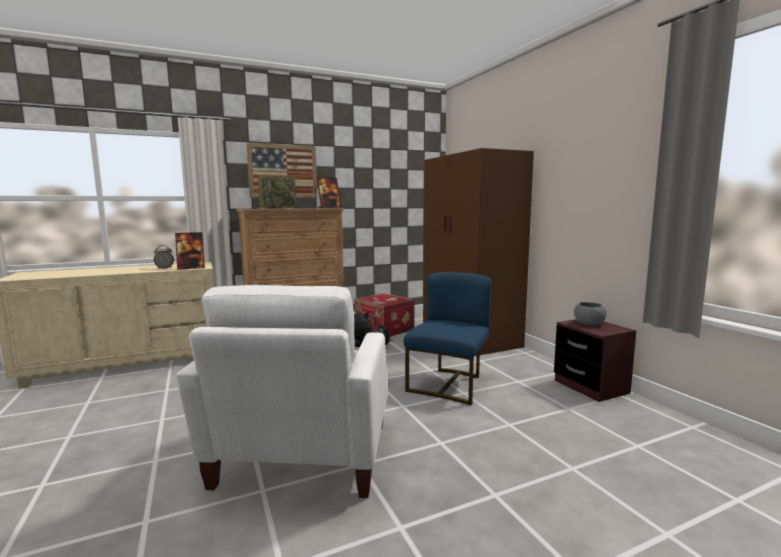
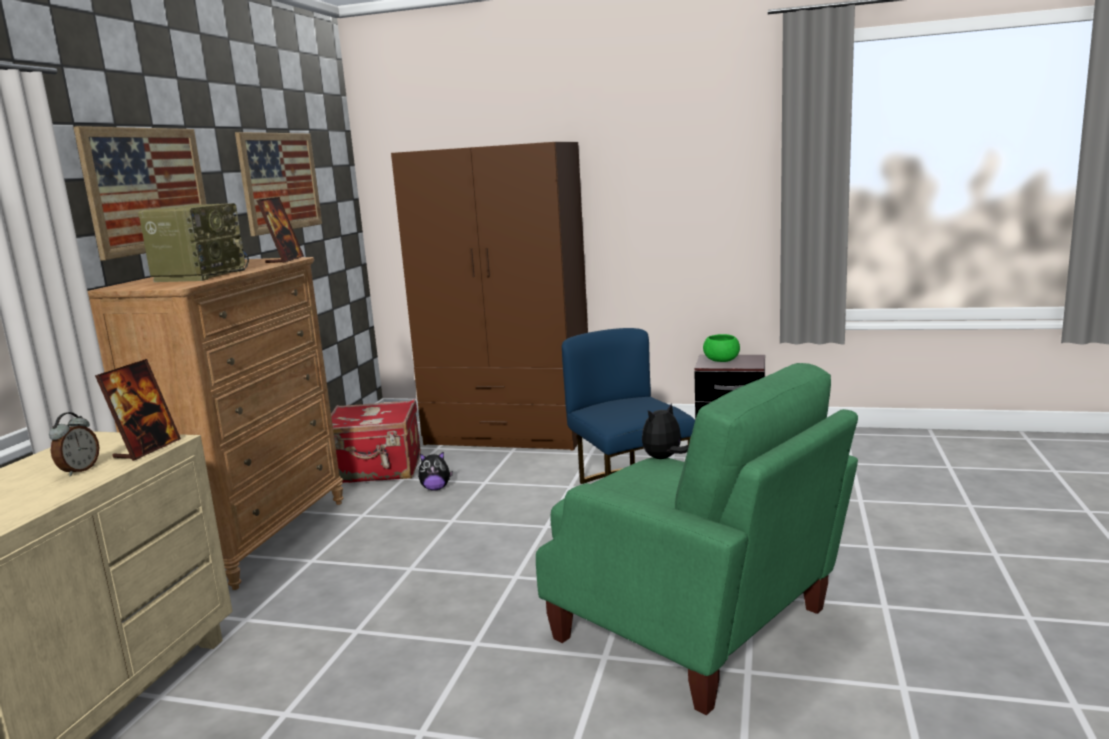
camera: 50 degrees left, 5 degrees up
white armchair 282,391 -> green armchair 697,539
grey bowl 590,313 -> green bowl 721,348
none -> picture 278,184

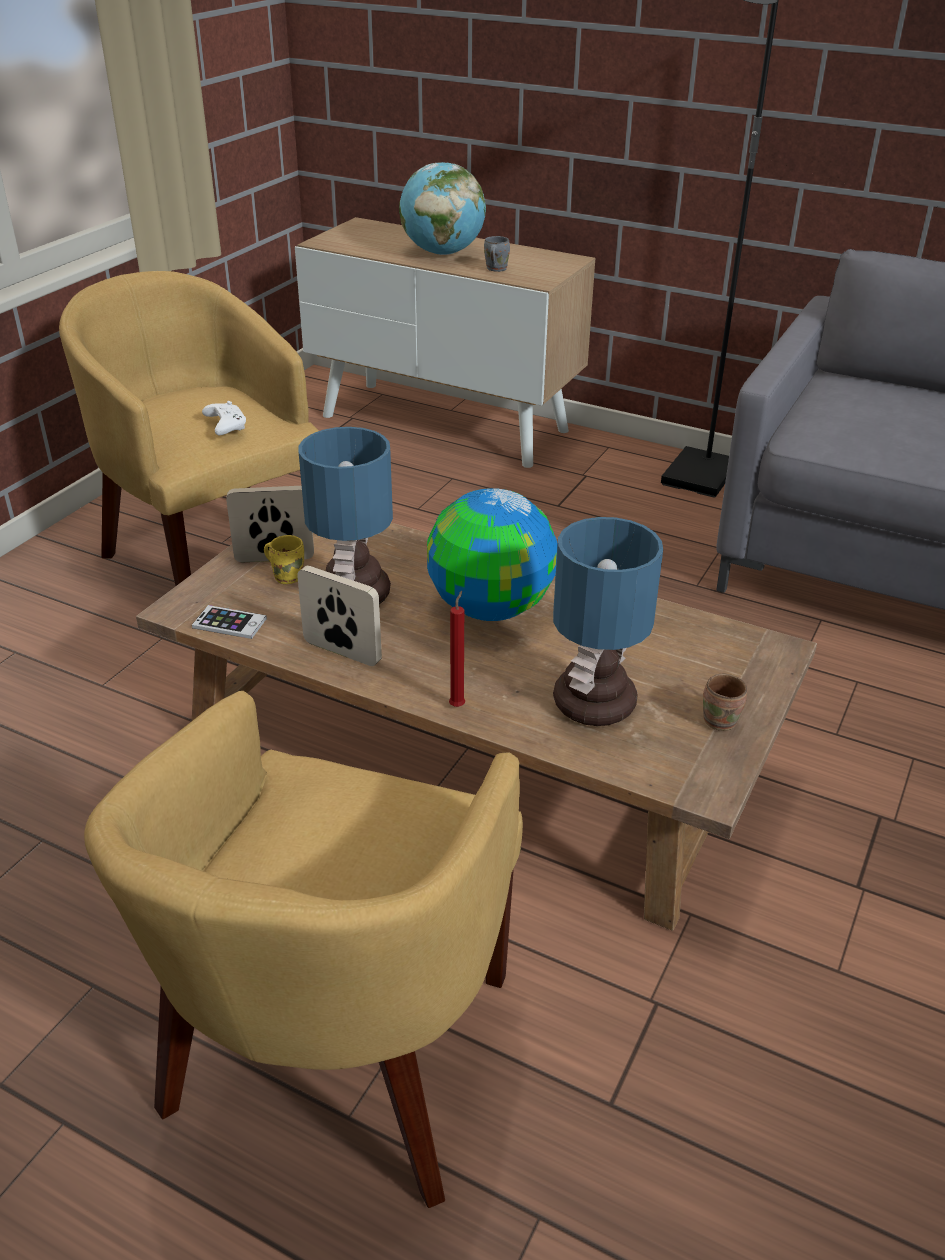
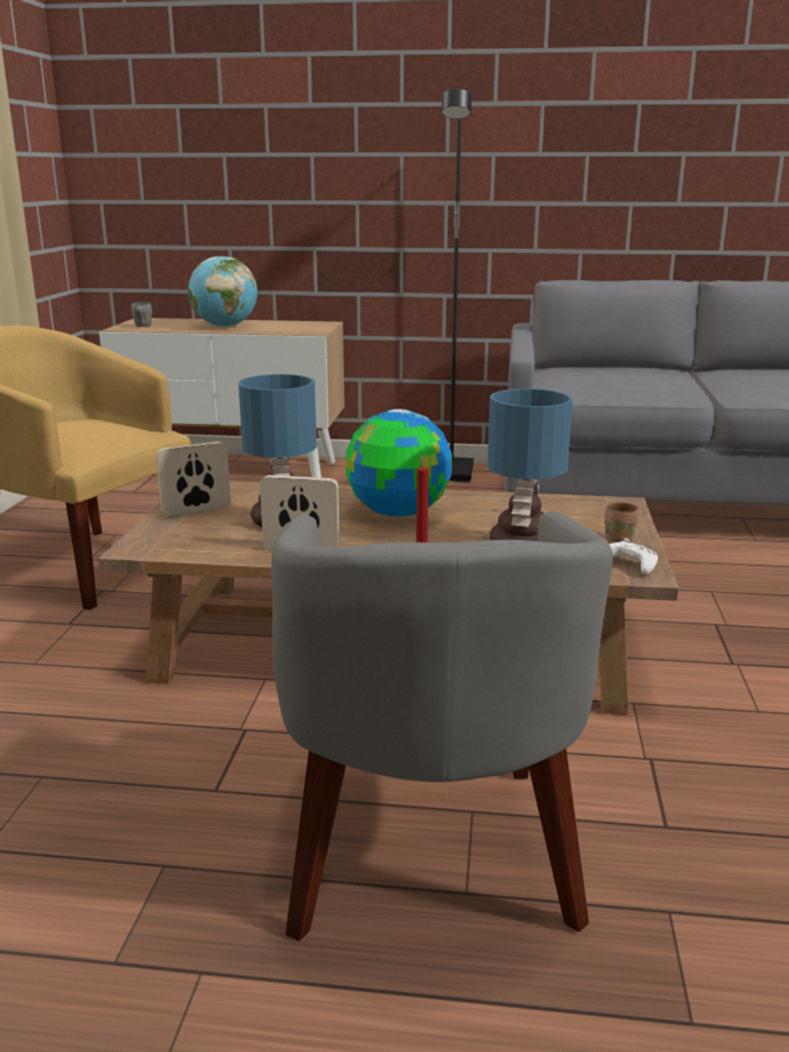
camera: 20 degrees left, 15 degrees down
grey mug 497,254 -> grey mug 141,314, shifted
white game controller 224,418 -> white game controller 633,556, shifted
yellow mug 284,559 -> none
phone 229,622 -> none
yellow armchair 303,949 -> grey armchair 442,726

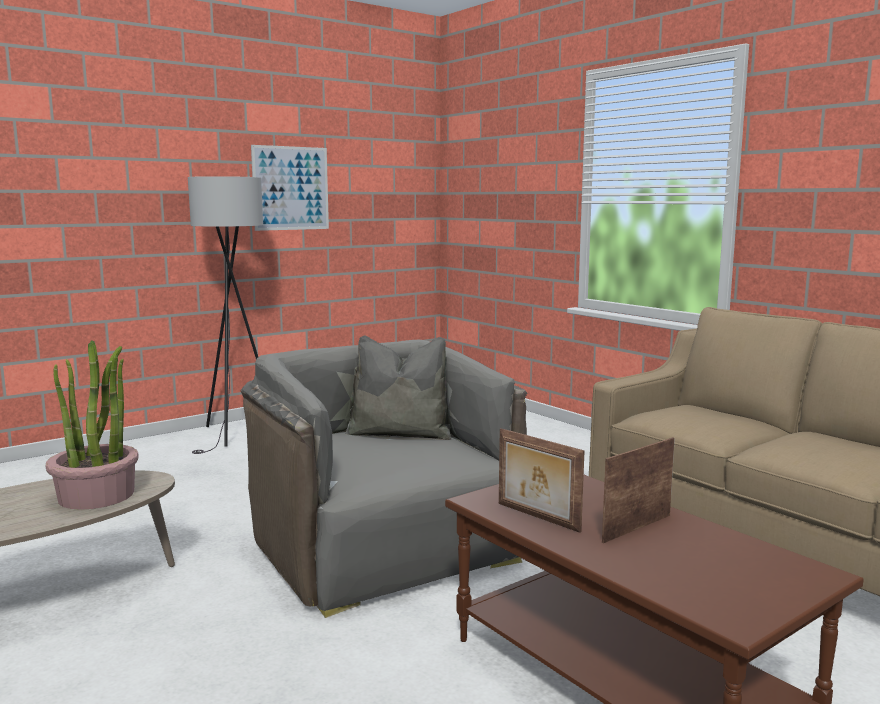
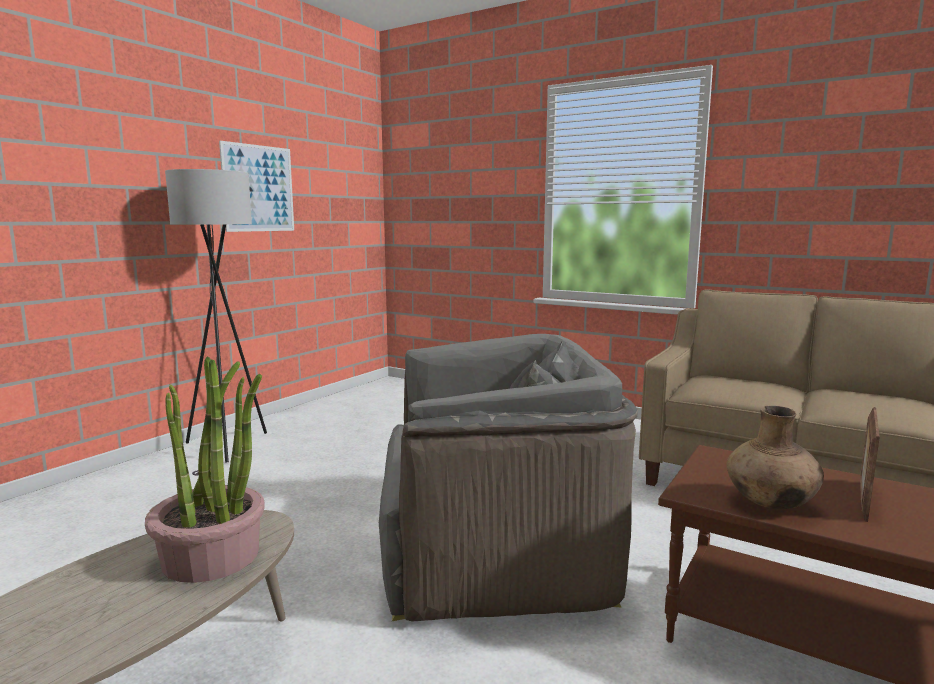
camera: 20 degrees left, 0 degrees up
grey armchair 383,476 -> grey armchair 508,478, 135 degrees clockwise
picture frame 542,480 -> brown vase 775,457

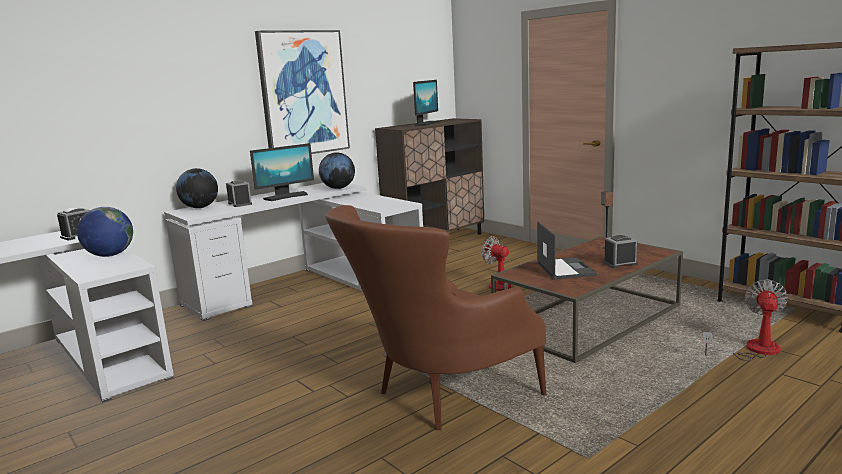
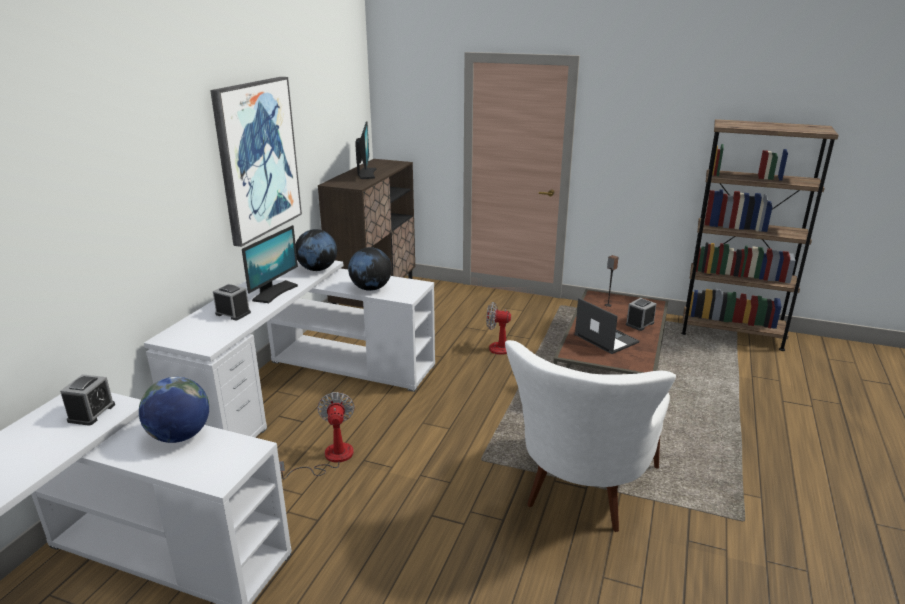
camera: 30 degrees left, 10 degrees up
globe 197,188 -> globe 370,269, shifted
brown armchair 436,317 -> white armchair 590,436
fan 745,320 -> fan 317,435, shifted

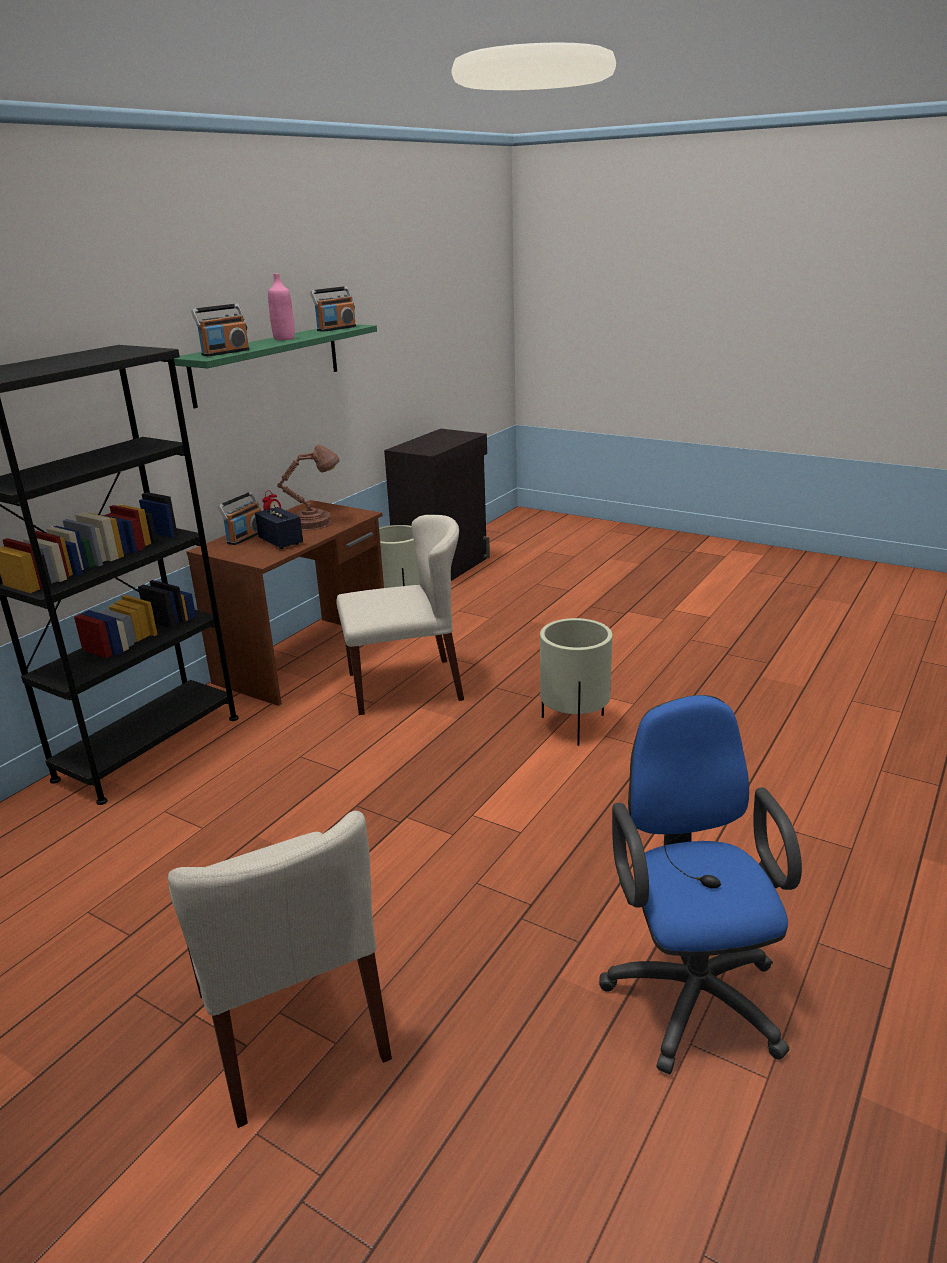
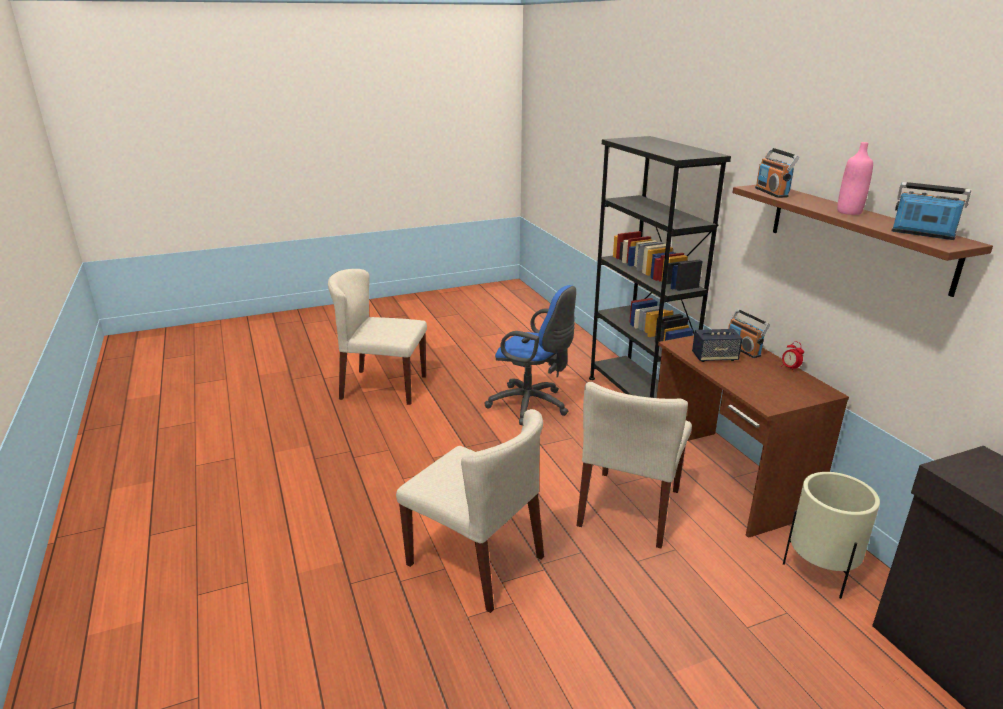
camera: 125 degrees right, 0 degrees up
radio 333,309 -> radio 931,211, 135 degrees clockwise
green shelf 275,366 -> brown shelf 863,241
brown table lamp 308,487 -> none
beige planter 576,682 -> beige chair 470,511
blue office chair 700,884 -> blue office chair 530,355, shifted

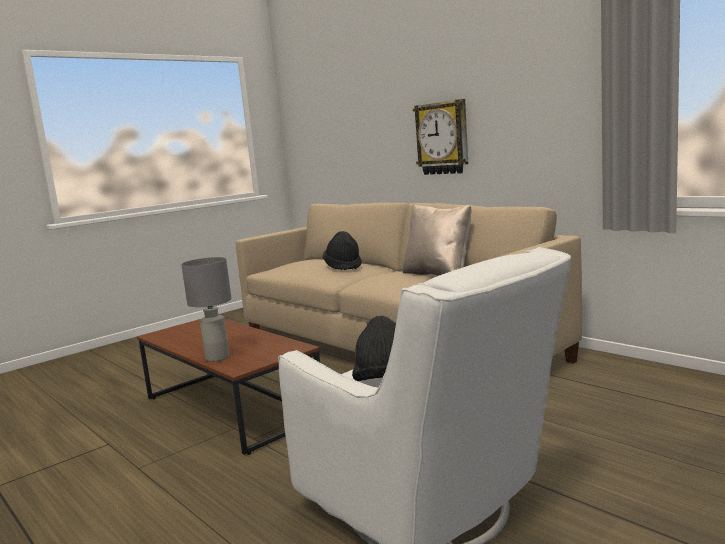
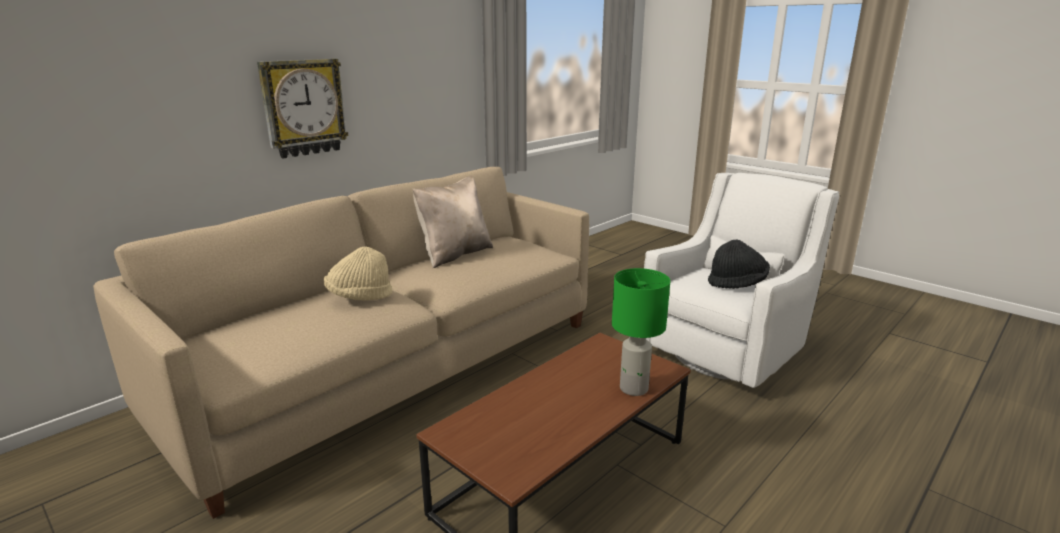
camera: 95 degrees left, 10 degrees up
black hat 342,250 -> beige hat 358,274
grey table lamp 206,309 -> green table lamp 641,332

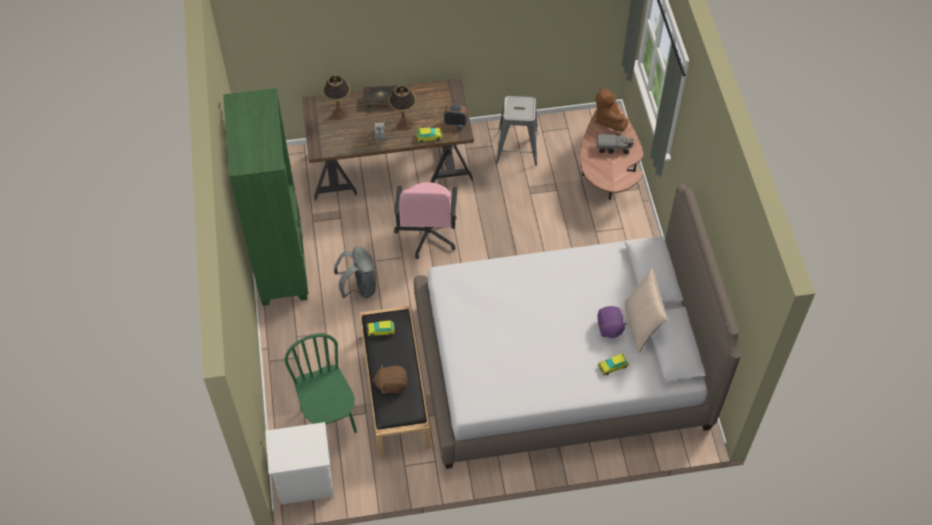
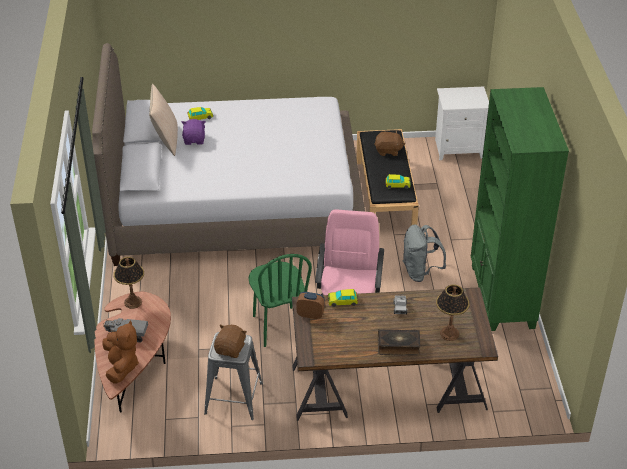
camera: 175 degrees left, 15 degrees down
table lamp 402,108 -> table lamp 128,283, shifted
green chair 320,383 -> green chair 280,300, shifted
none -> brown plush toy 230,341

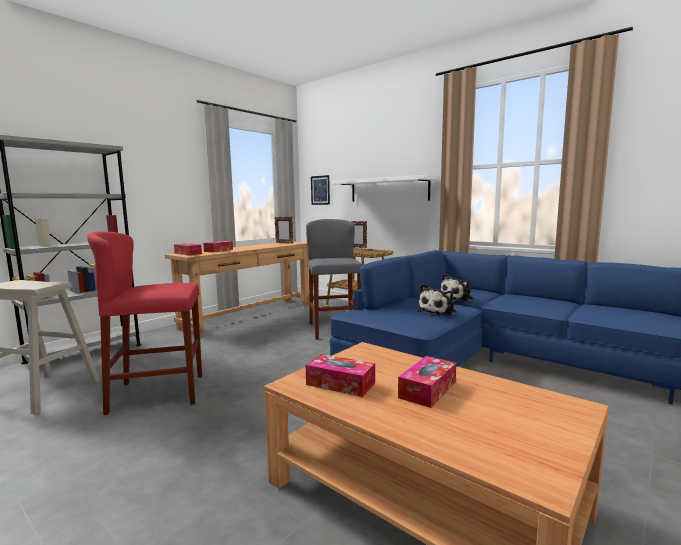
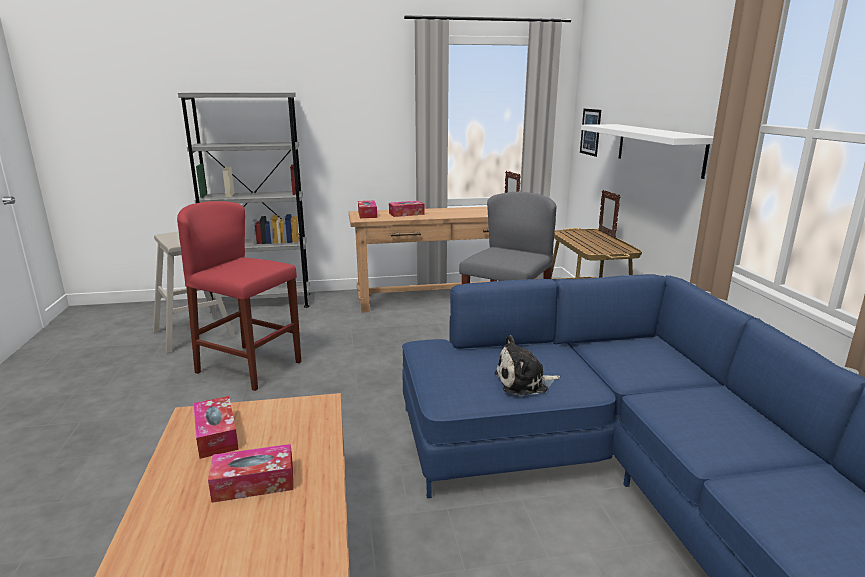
camera: 40 degrees right, 10 degrees up
plush toy 457,287 -> none

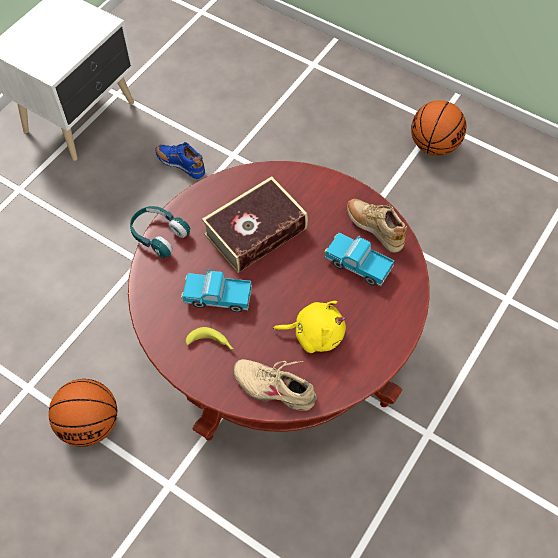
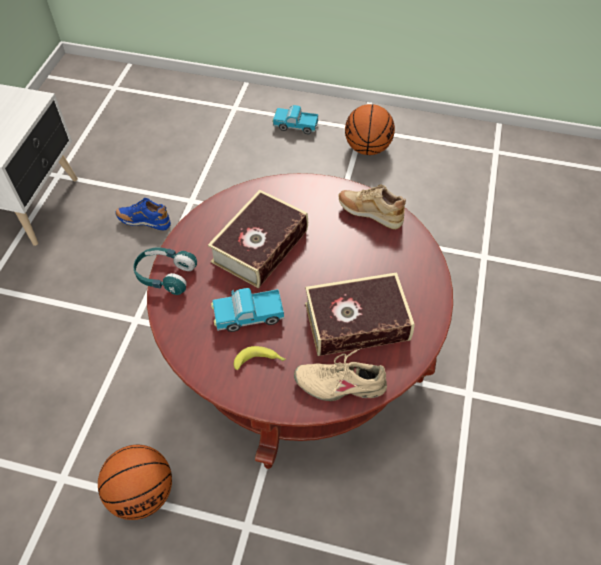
camera: 20 degrees left, 5 degrees down
toy truck 359,259 -> toy truck 295,119, shifted
yellow plush toy 309,327 -> book 360,314

